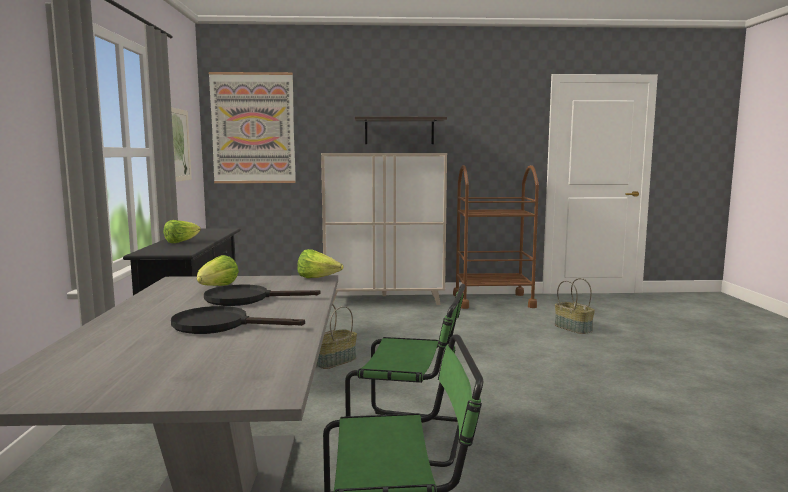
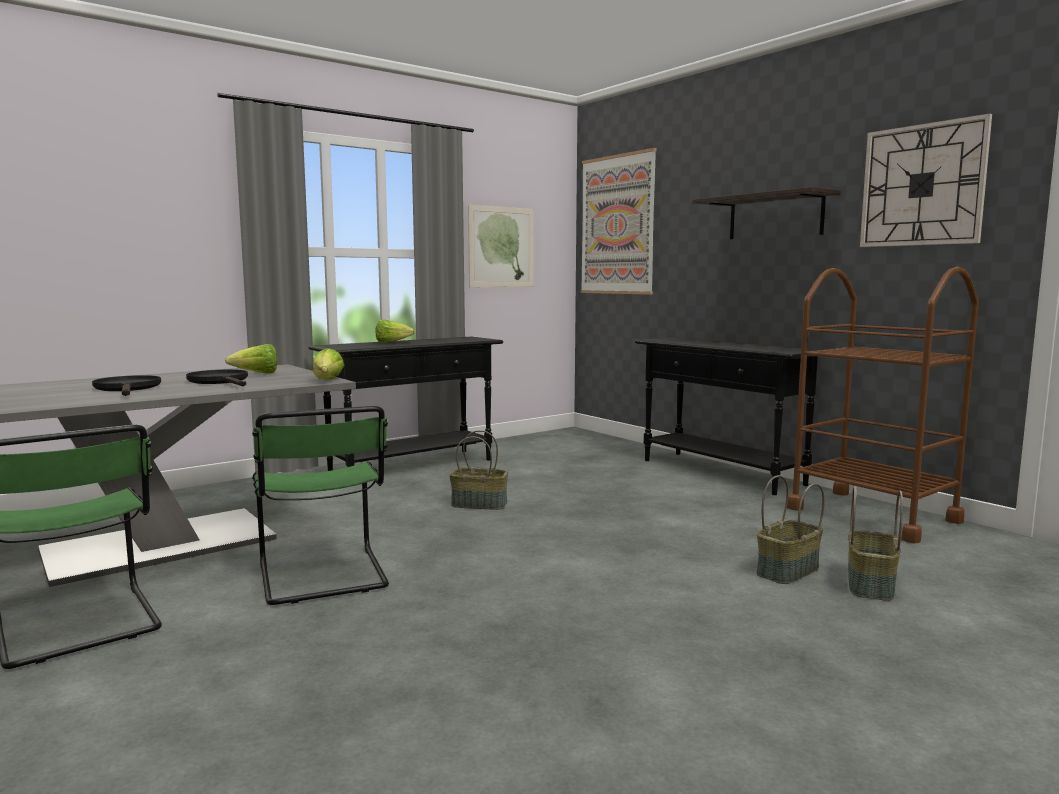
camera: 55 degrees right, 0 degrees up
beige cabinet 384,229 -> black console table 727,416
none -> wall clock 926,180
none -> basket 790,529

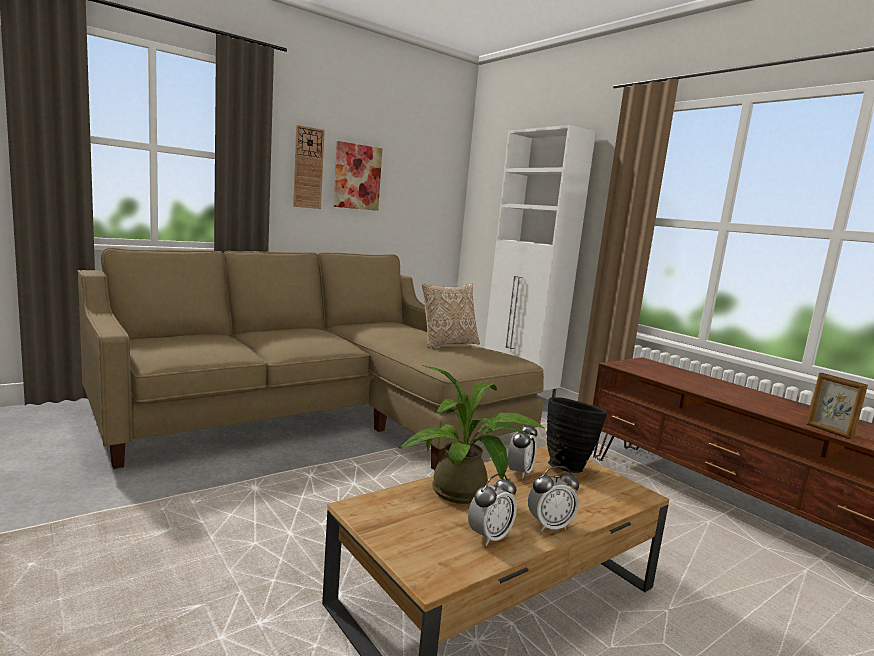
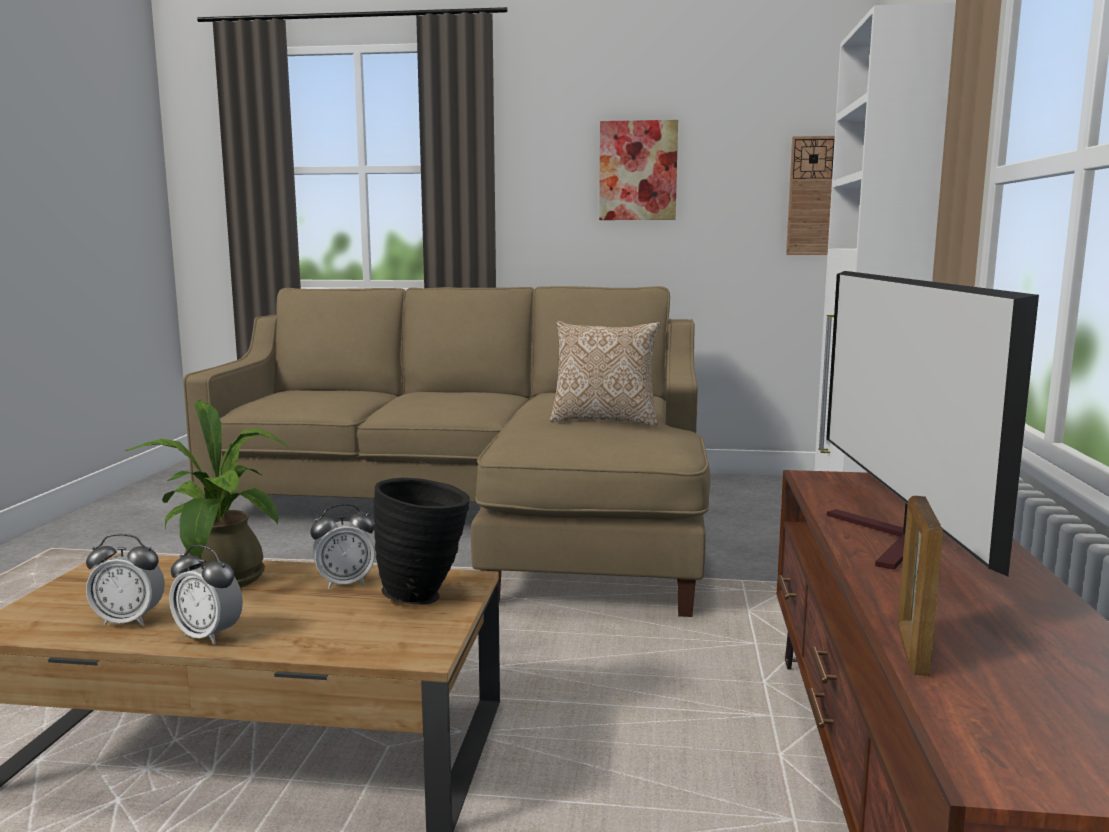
camera: 45 degrees right, 0 degrees up
wall clock 309,167 -> wall clock 810,195, shifted
none -> television 932,423

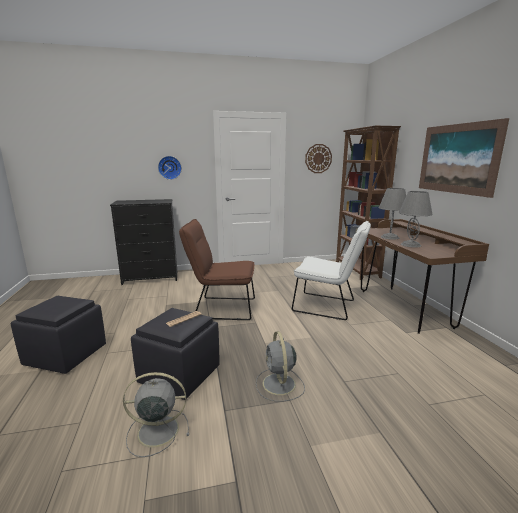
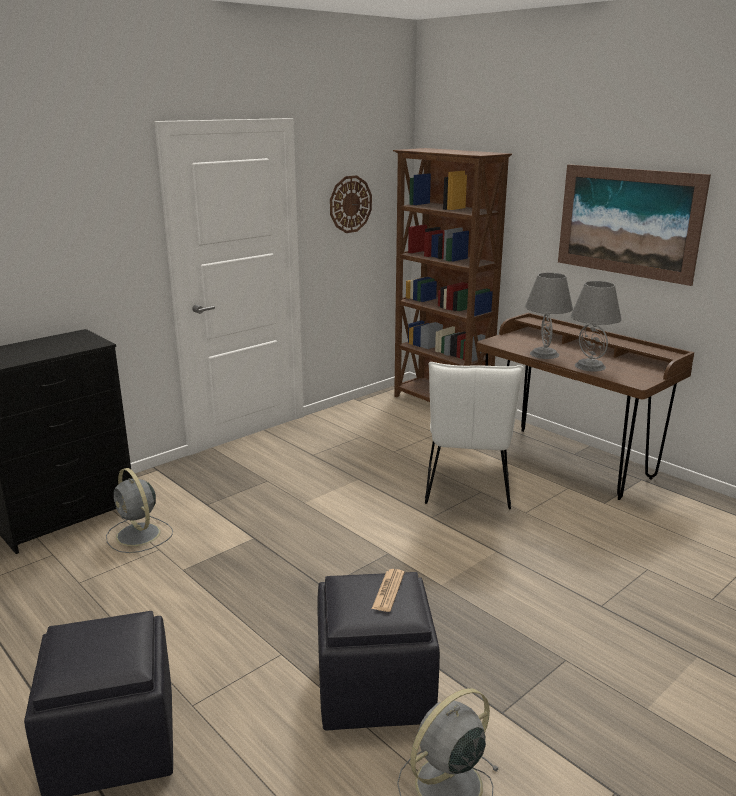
camera: 30 degrees left, 5 degrees up
wall clock 170,168 -> none
brown chair 217,269 -> none
white chair 331,270 -> white chair 474,435, 105 degrees clockwise
grey fan 280,366 -> grey fan 139,510, shifted

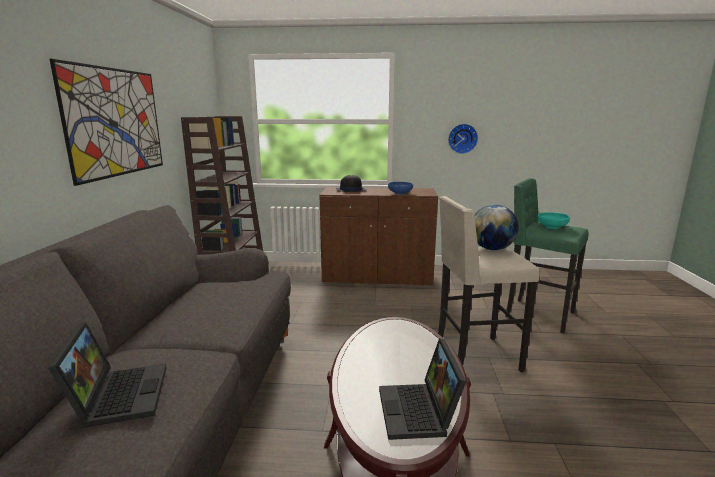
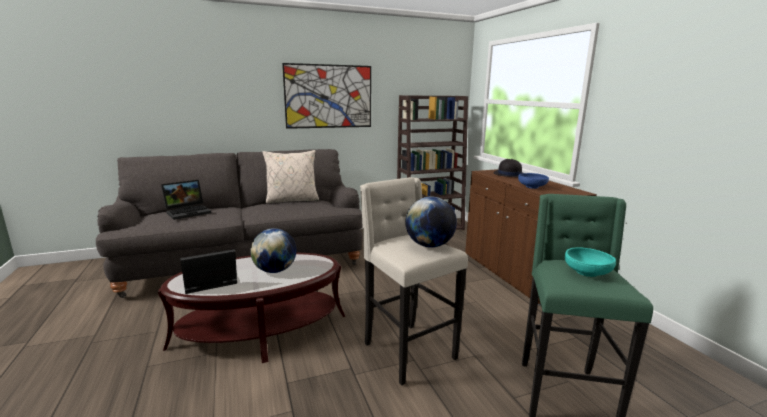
camera: 65 degrees right, 0 degrees up
wall clock 463,139 -> none
none -> beige pillow 291,177
none -> globe 273,250

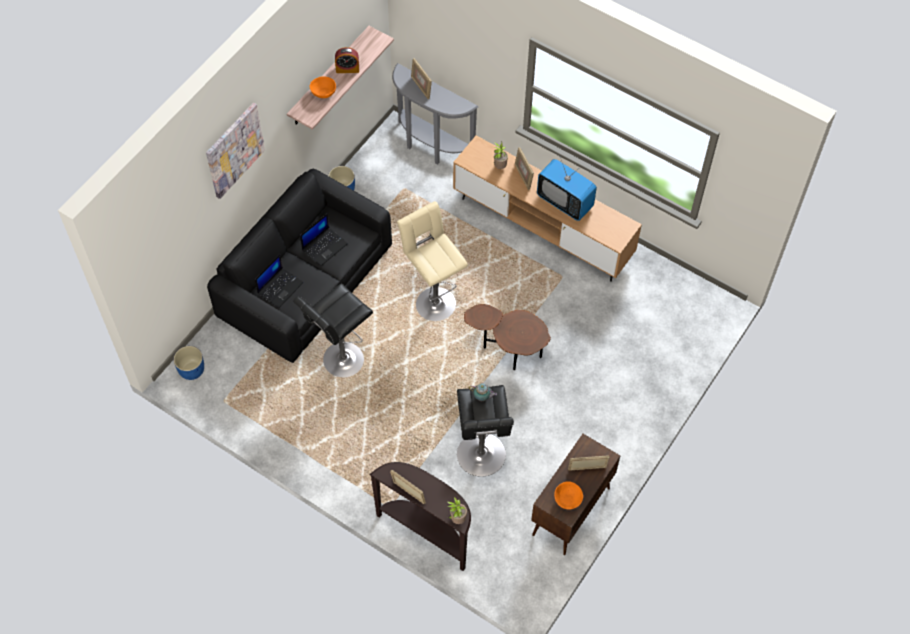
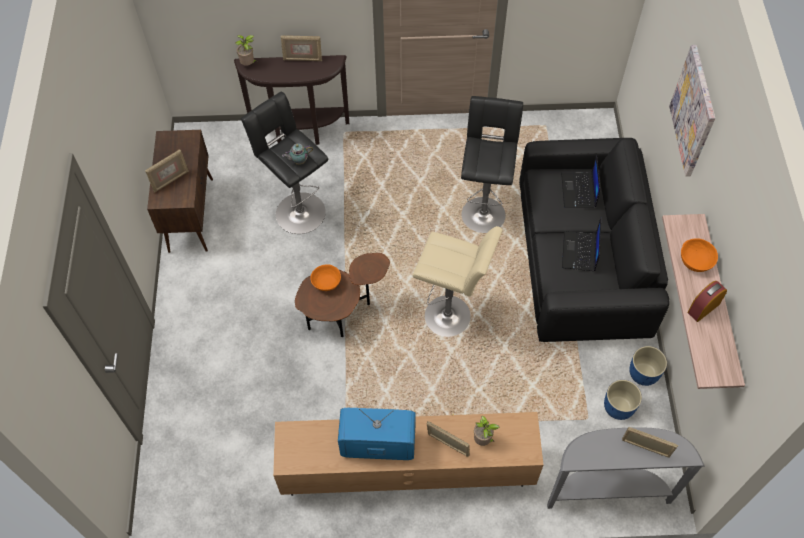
camera: 145 degrees right, 0 degrees up
blue planter 189,363 -> blue planter 623,400, shifted
orange bowl 568,495 -> orange bowl 325,277, shifted

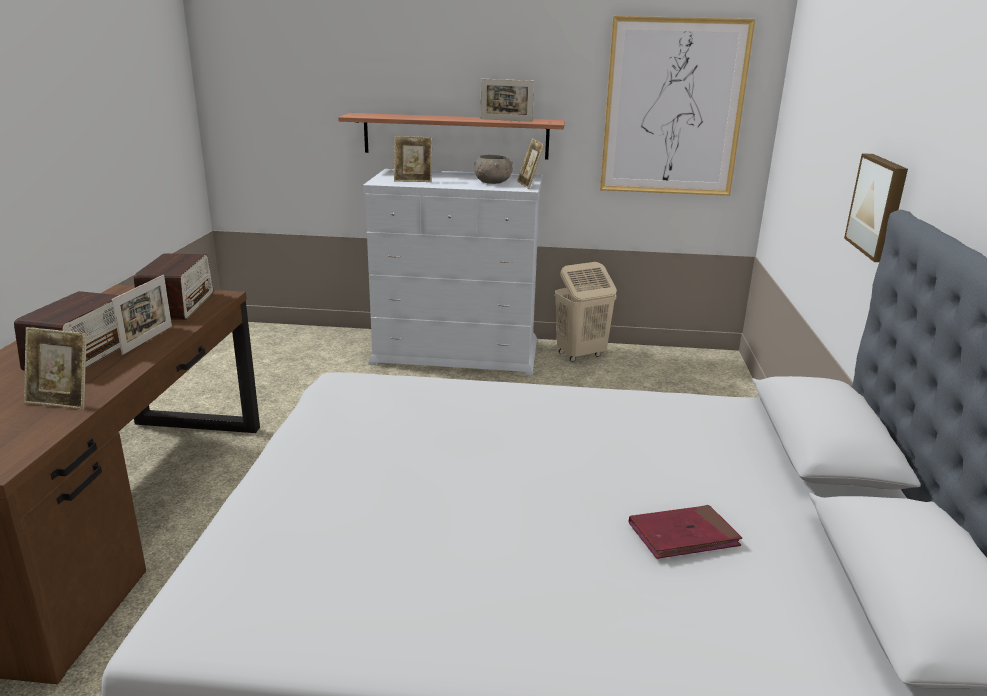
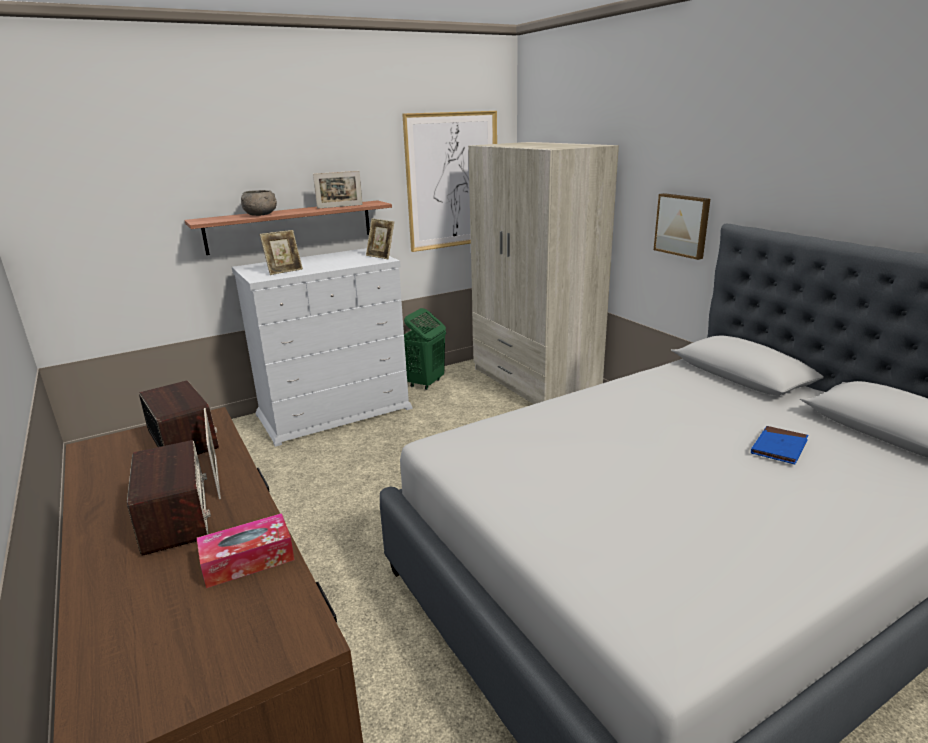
camera: 35 degrees left, 0 degrees up
grey bowl 493,169 -> grey bowl 259,203, shifted
beige laundry basket 586,312 -> green laundry basket 425,349
picture frame 55,368 -> tissue box 246,550
red book 685,532 -> blue book 779,445
none -> beige wardrobe 543,273

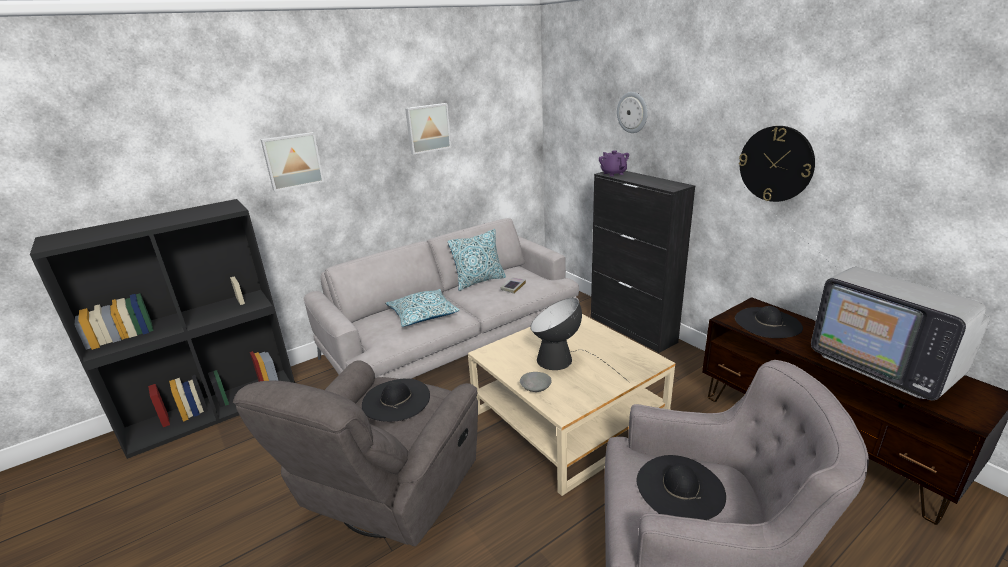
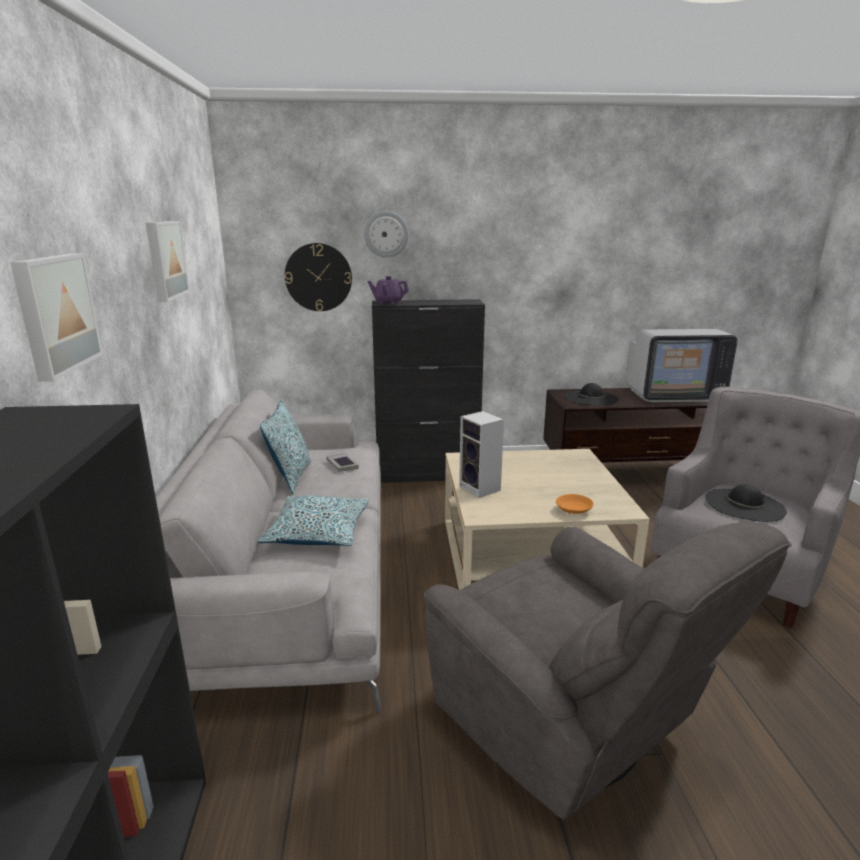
camera: 60 degrees left, 5 degrees down
wall clock 777,164 -> wall clock 318,277, shifted
table lamp 580,340 -> none
grey bowl 536,382 -> orange bowl 575,504
black hat 396,400 -> none
none -> speaker 481,454

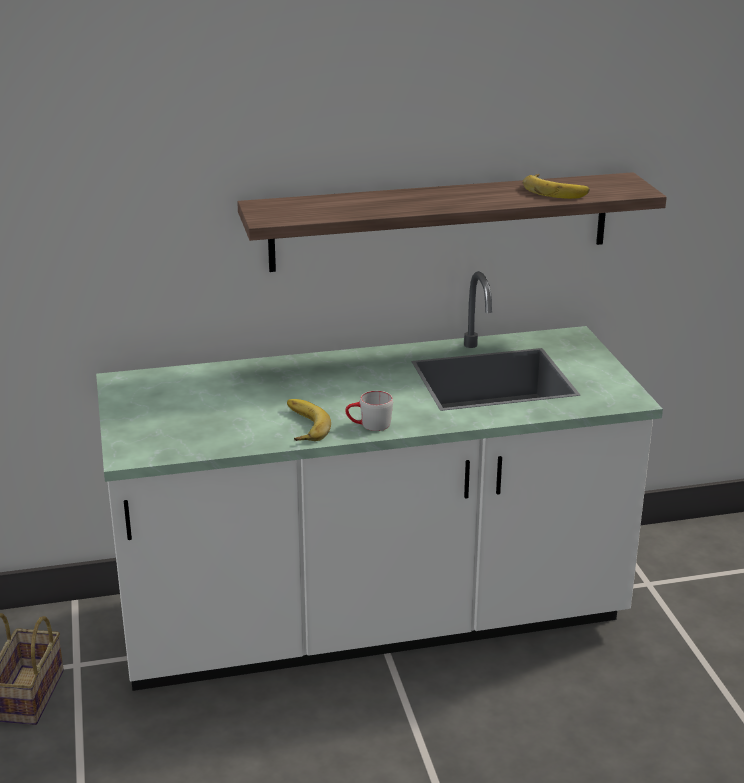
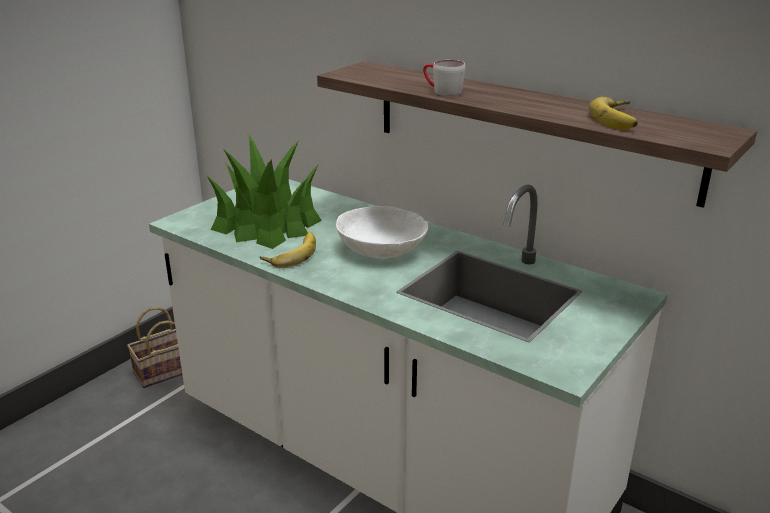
camera: 50 degrees right, 0 degrees up
grey mug 369,411 -> grey mug 444,78, shifted
none -> potted plant 264,192
none -> white bowl 382,232

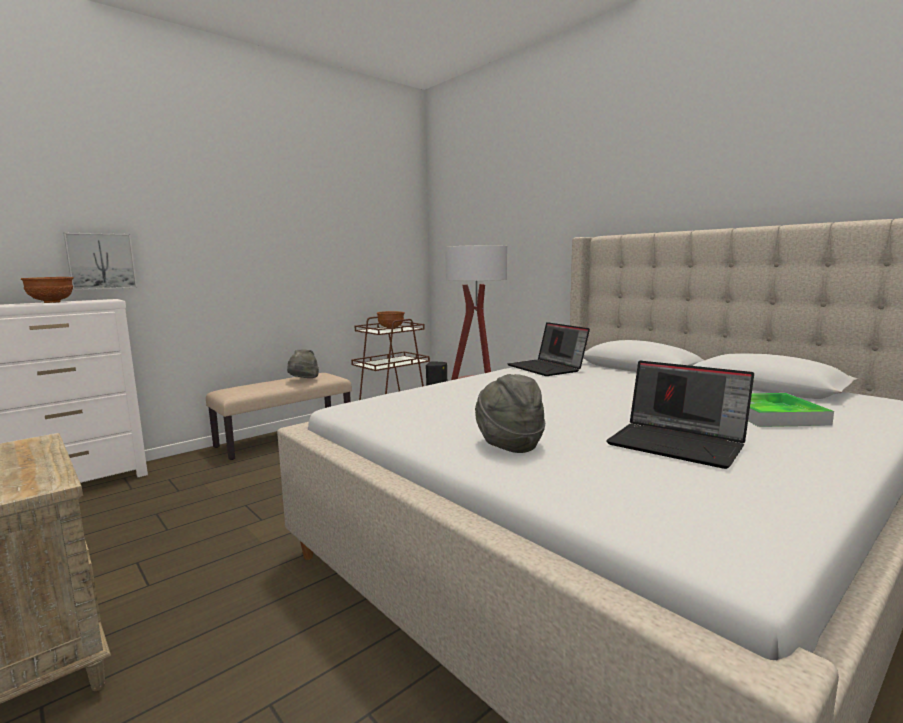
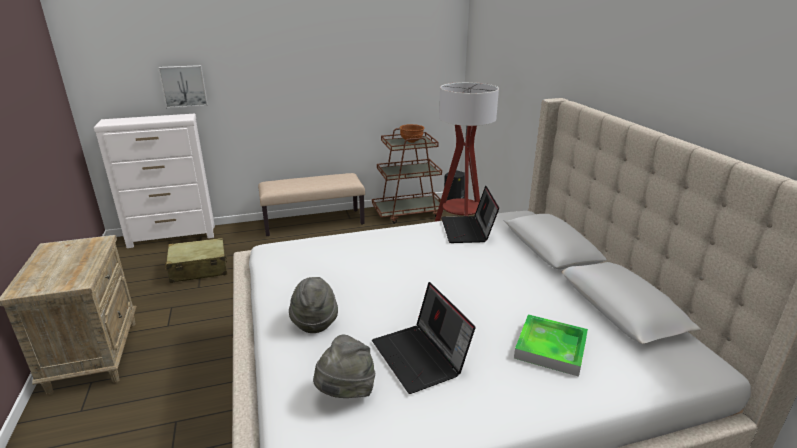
camera: 25 degrees right, 15 degrees up
brown bowl 47,290 -> none
grey hat 303,363 -> grey hat 344,366, shifted
none -> beige suitcase 196,260

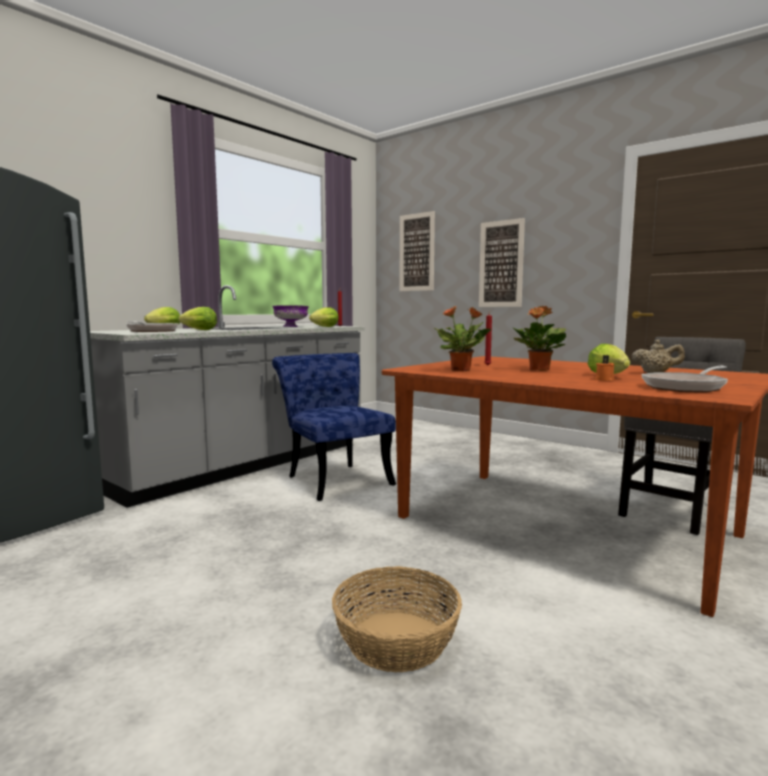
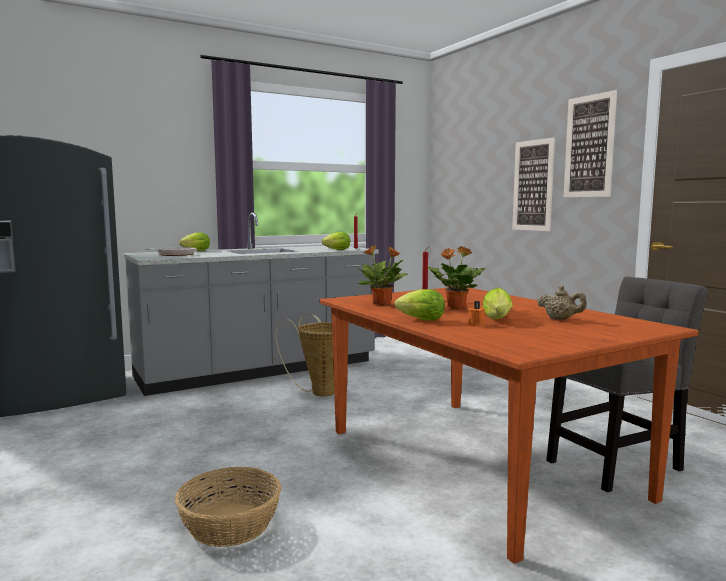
camera: 20 degrees right, 0 degrees up
picture 417,251 -> picture 590,143, shifted
purple bowl 290,316 -> none
lettuce 197,318 -> lettuce 420,305, shifted
blue chair 334,427 -> basket 304,355
frying pan 684,379 -> none

